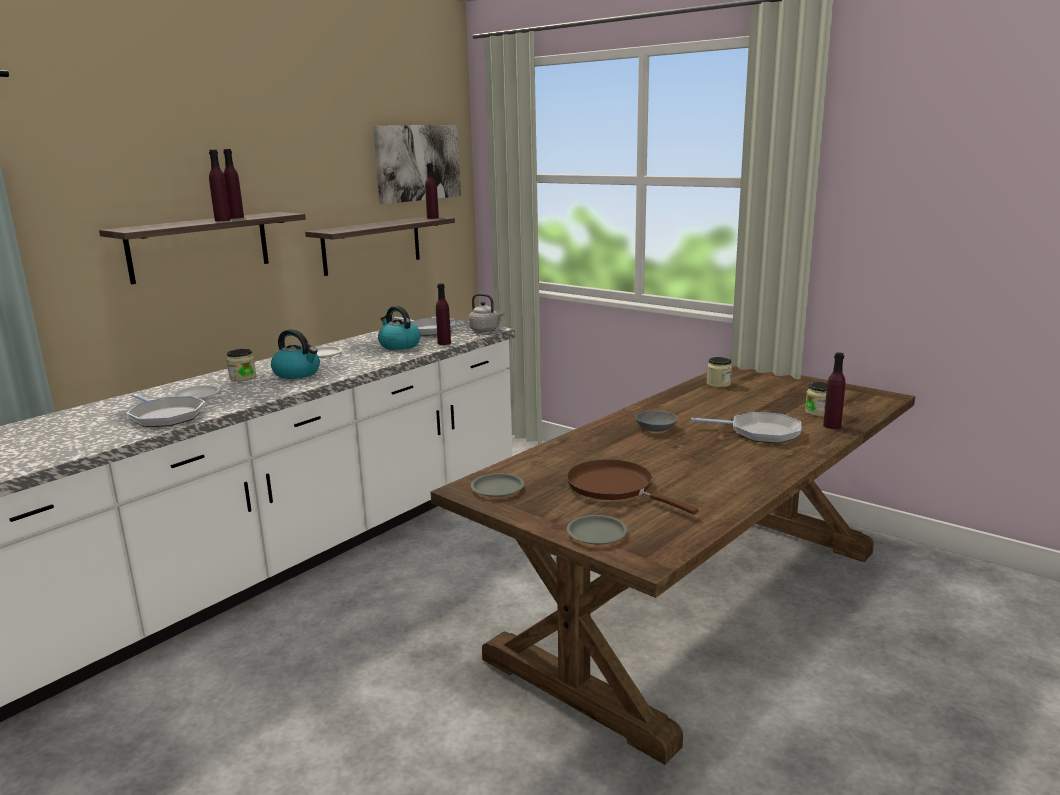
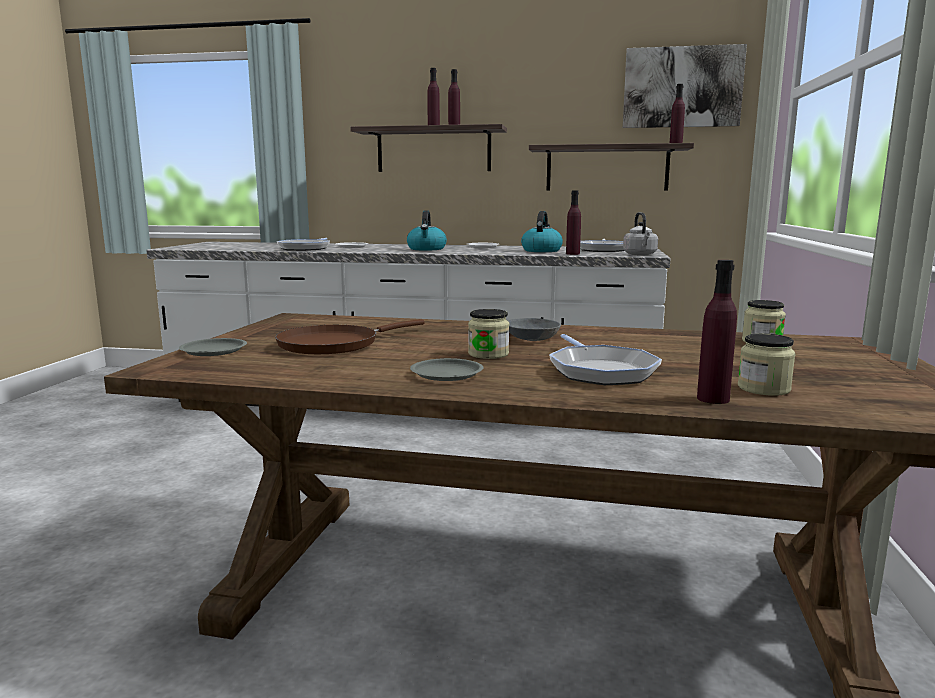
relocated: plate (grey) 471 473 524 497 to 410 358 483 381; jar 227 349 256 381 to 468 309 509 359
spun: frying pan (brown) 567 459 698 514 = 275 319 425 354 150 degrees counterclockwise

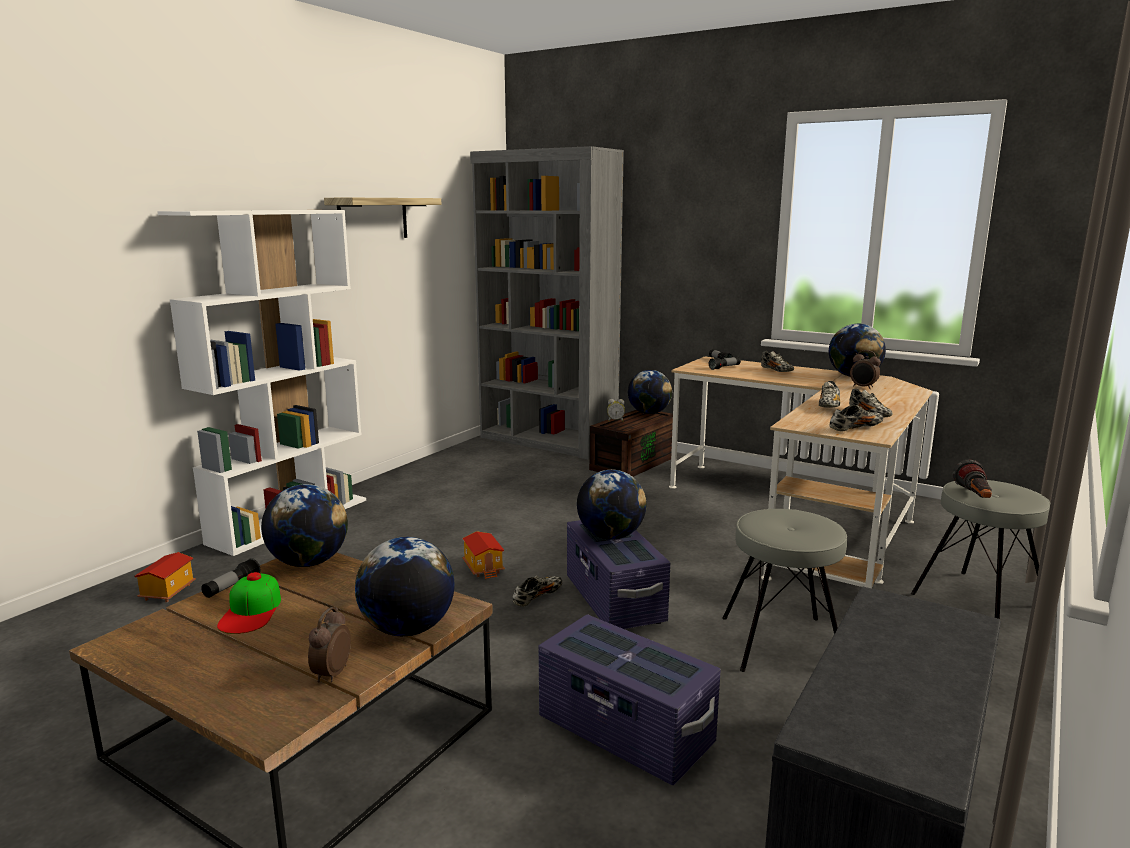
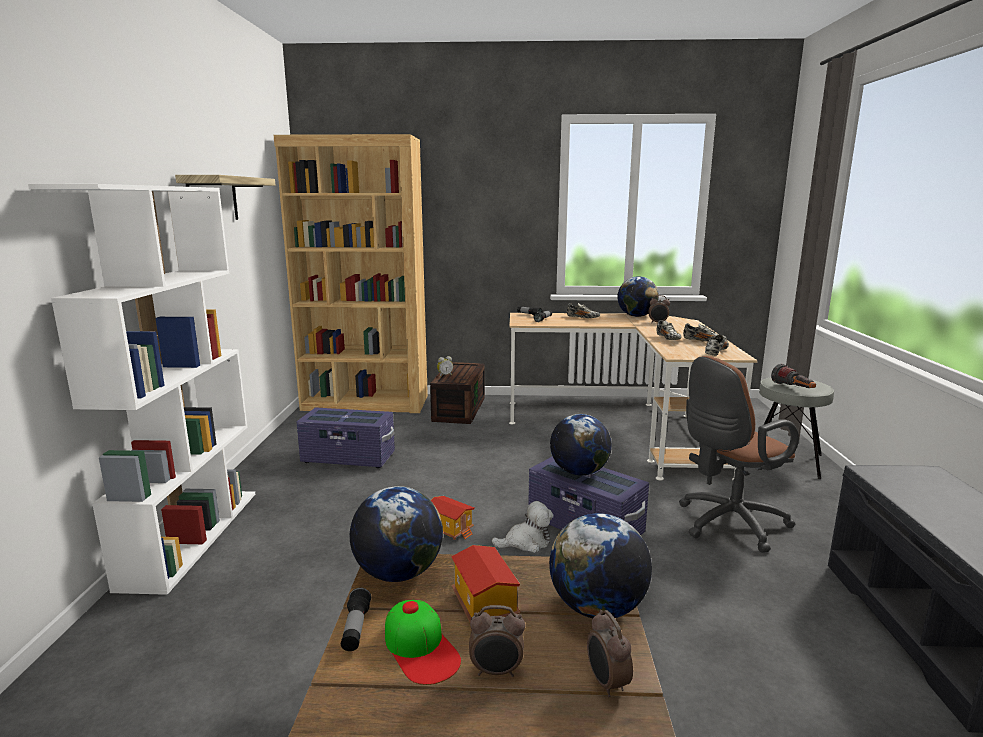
missing: globe 628 370 672 414
appeared: alarm clock 469 605 525 677
relocated: storage box (purple) 538 615 721 785 to 296 407 395 468; toy house 135 552 196 602 to 451 545 520 622
exchanged: shoe 512 576 563 607 to plush toy 492 501 554 553; stool (grey) 722 509 847 672 to office chair (brown) 679 356 799 553
colour: bookcase (grey) 470 146 624 460 to bookcase (brown) 274 134 428 413

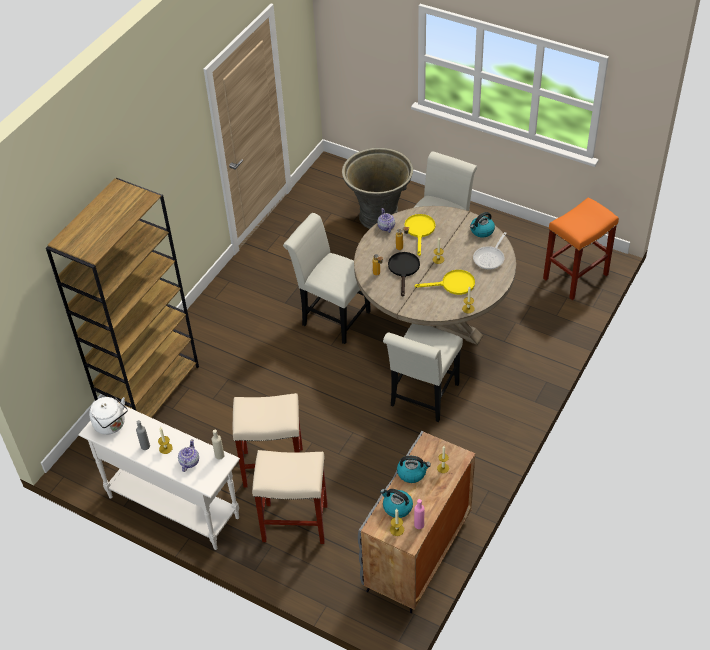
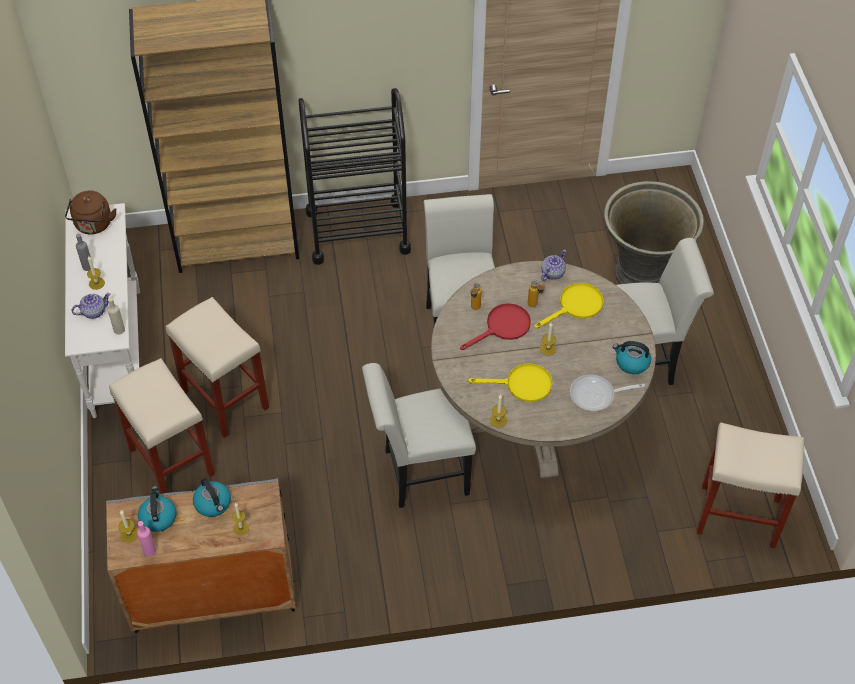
appeared: cart (black) 298 88 411 265
colour: kettle (white) 89 397 128 435 to kettle (brown) 65 190 116 235; frying pan (black) 388 252 420 297 to frying pan (red) 460 303 531 350; stool (orange) 543 197 619 300 to stool (beige) 697 423 804 549
spun: frying pan (yellow) 414 270 475 295 = 468 363 553 402 45 degrees counterclockwise

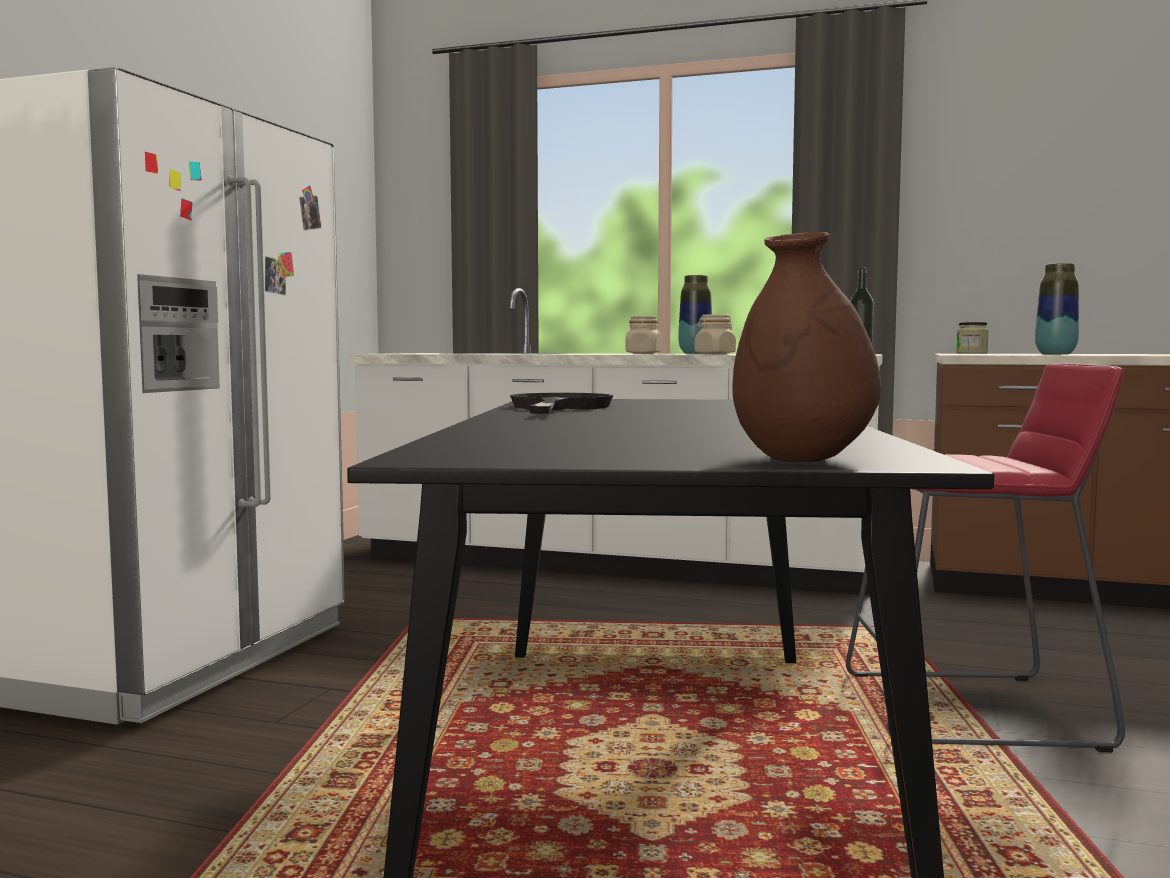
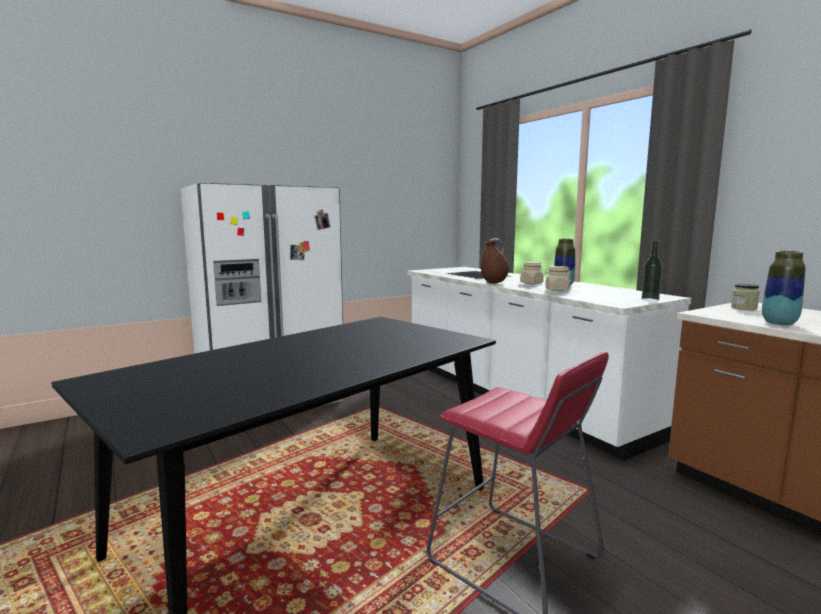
missing: frying pan (black) 510 393 613 414
relocated: vase (brown) 732 232 881 462 to 481 240 509 284

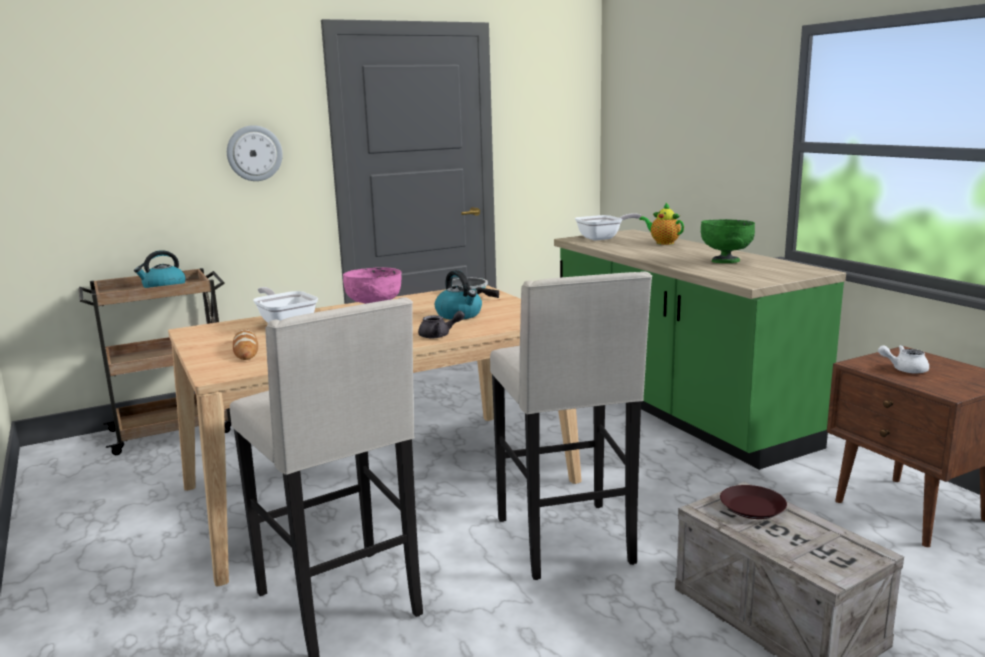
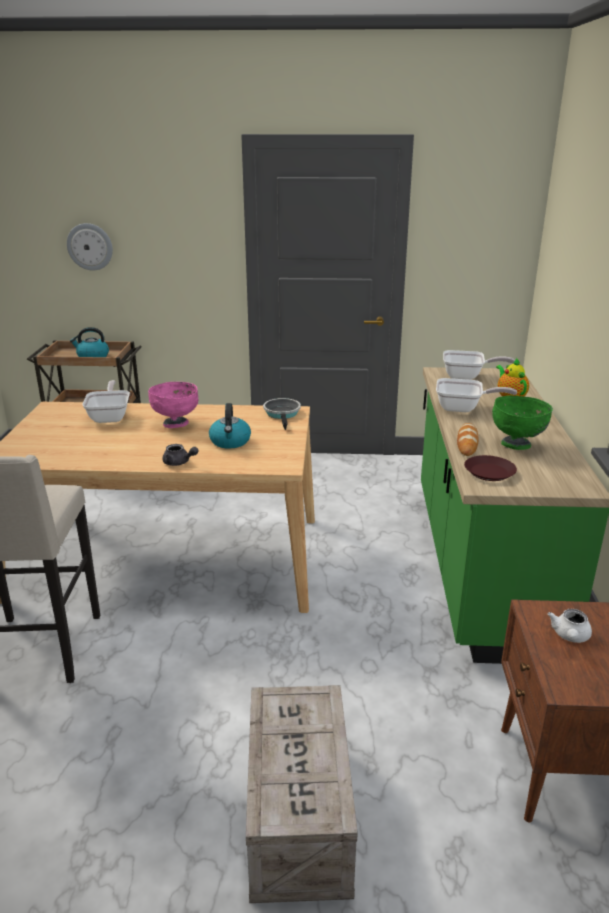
missing: stool (beige) 490 271 652 580
appeared: frying pan 436 378 517 412
relocated: wall clock 227 125 283 181 to 67 223 113 271; bread 233 329 258 360 to 457 423 479 456; plate (brown) 720 485 787 519 to 464 455 517 481
spun: teapot (white) 878 345 929 374 = 548 609 592 643 105 degrees counterclockwise

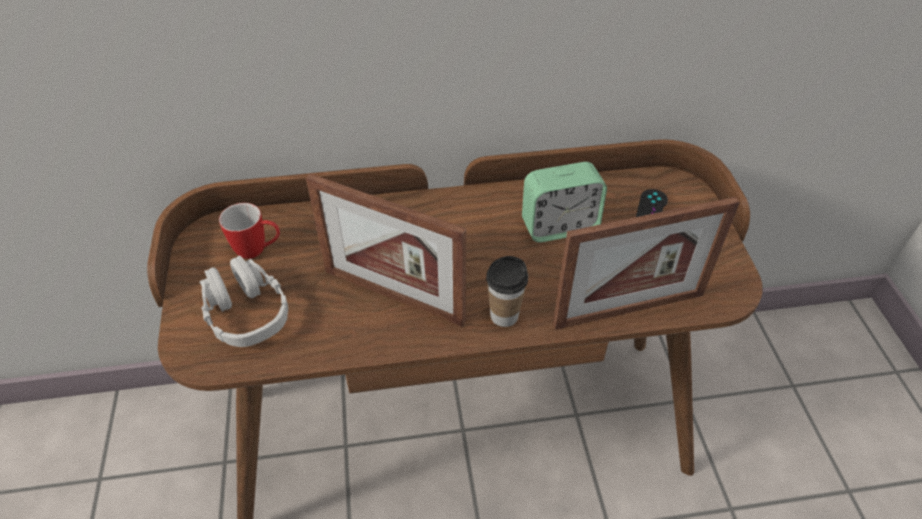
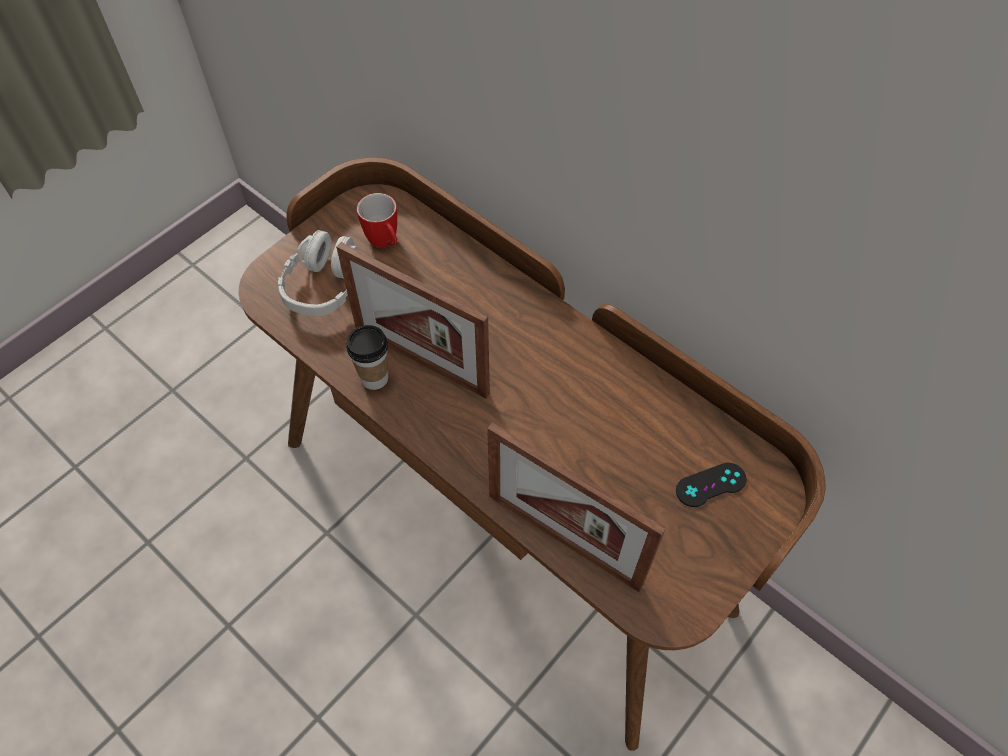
missing: alarm clock 522 162 607 242
relocated: cup 486 256 528 327 to 346 325 388 390
spun: picture frame 306 173 466 327 = 336 242 490 399 45 degrees counterclockwise

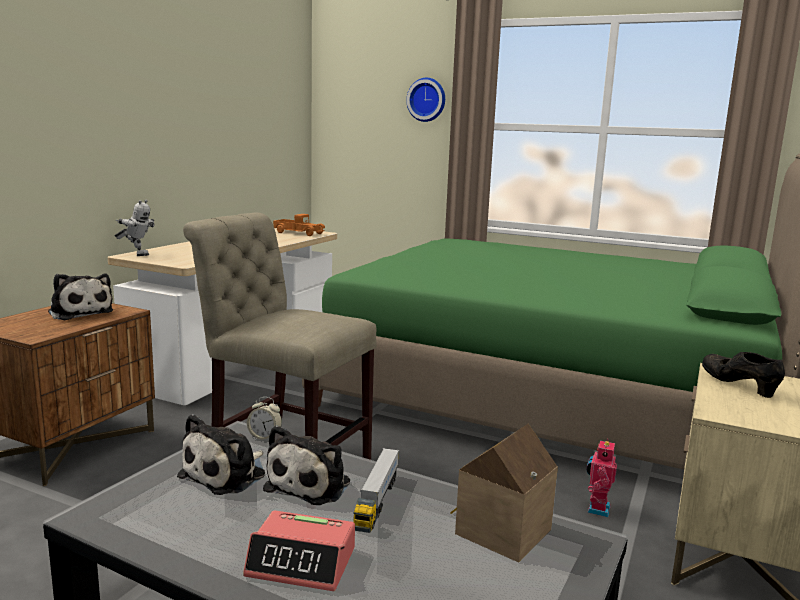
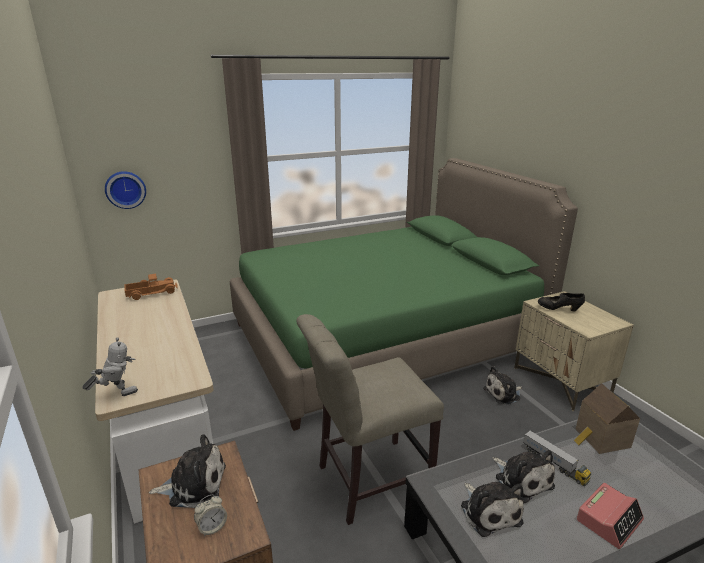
relocated: wall clock 406 78 445 122 to 105 171 146 209; alarm clock 247 397 282 439 to 194 494 227 536
exchanged: toy robot 586 439 617 517 to plush toy 483 366 522 405

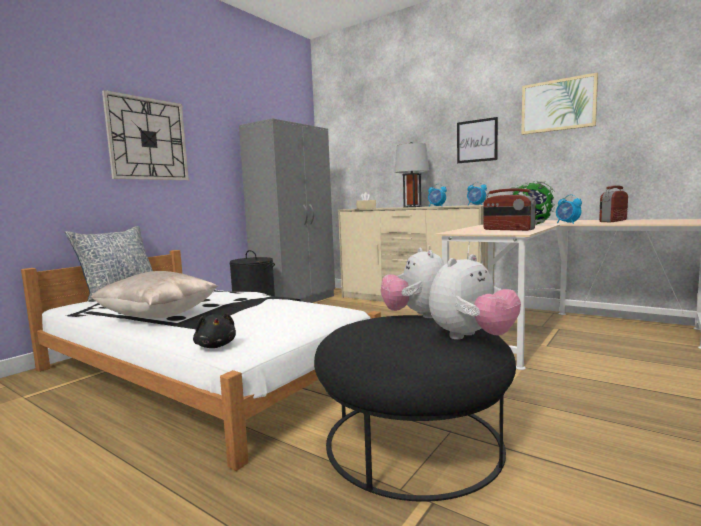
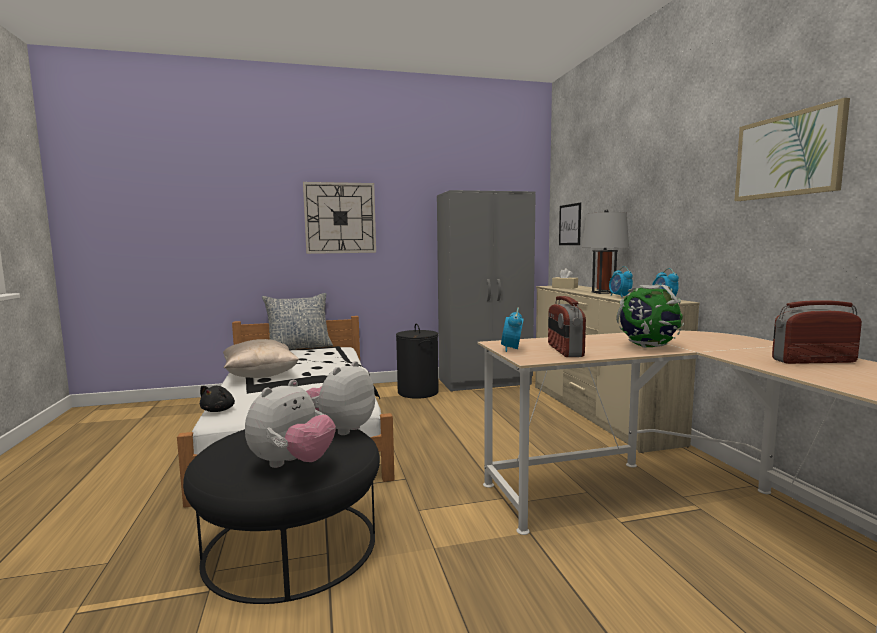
relocated: alarm clock 556 194 582 224 to 501 307 524 352; picture 457 117 498 163 to 559 203 581 245
spun: plush toy 429 254 521 340 = 245 380 336 468 60 degrees counterclockwise

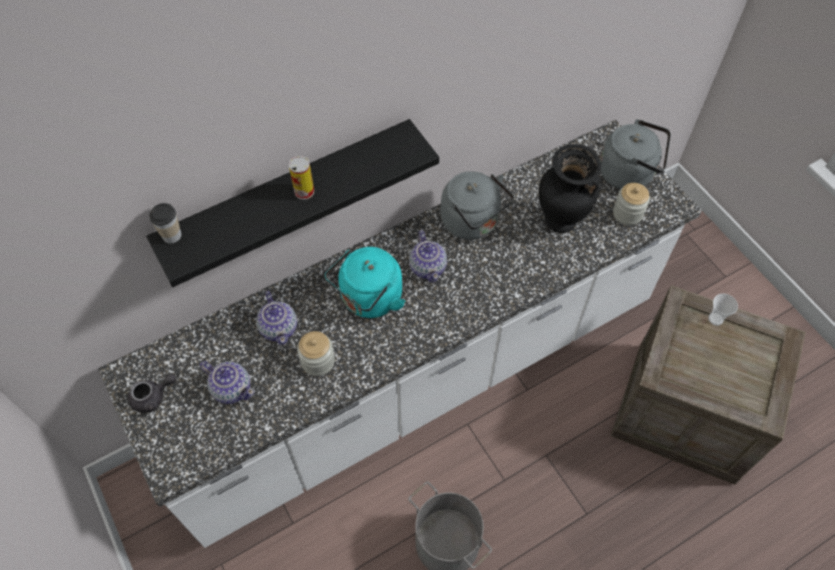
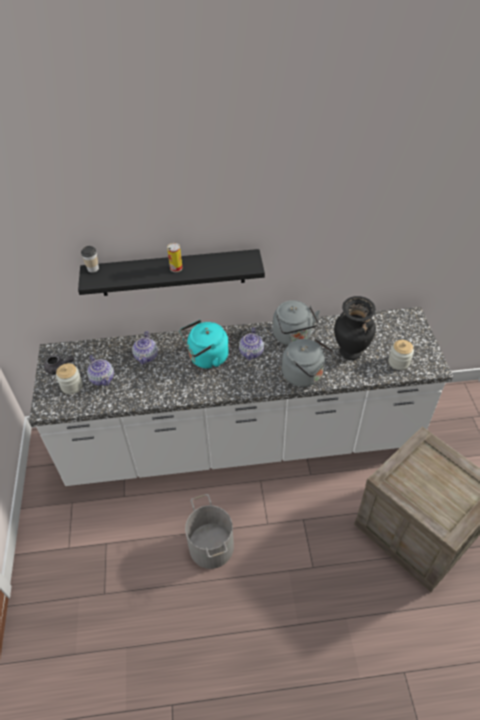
missing: cup 708 294 738 326
relocated: jar 297 331 335 376 to 56 363 83 394; kettle (grey) 600 119 671 189 to 282 338 334 387

